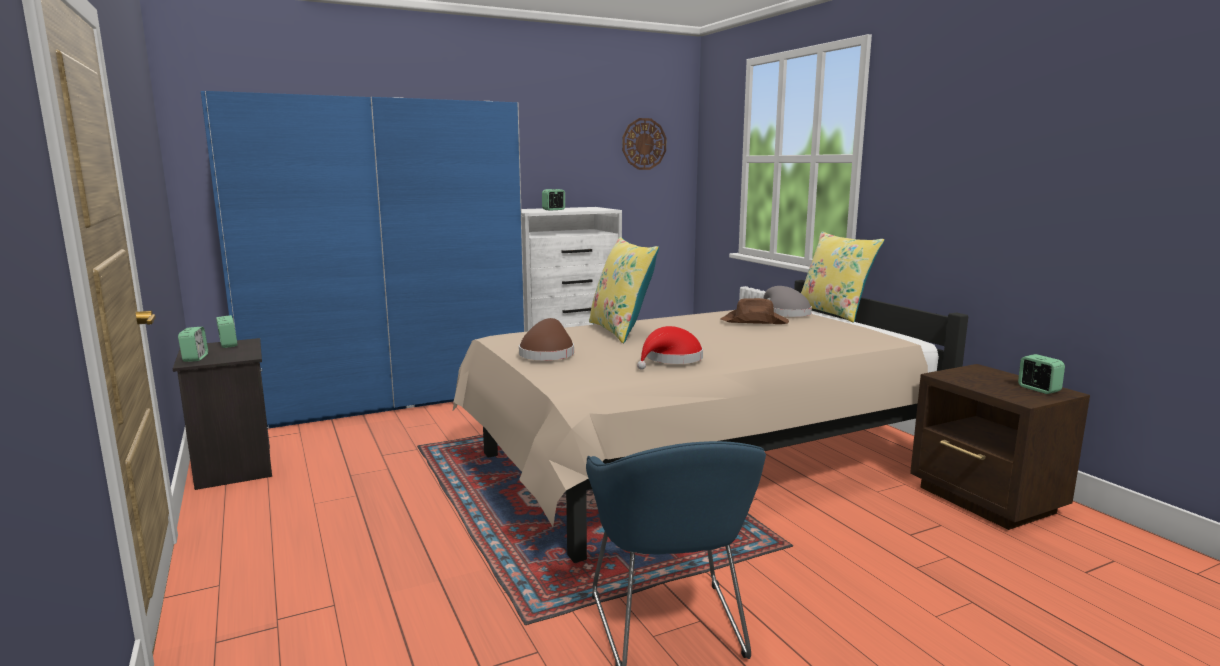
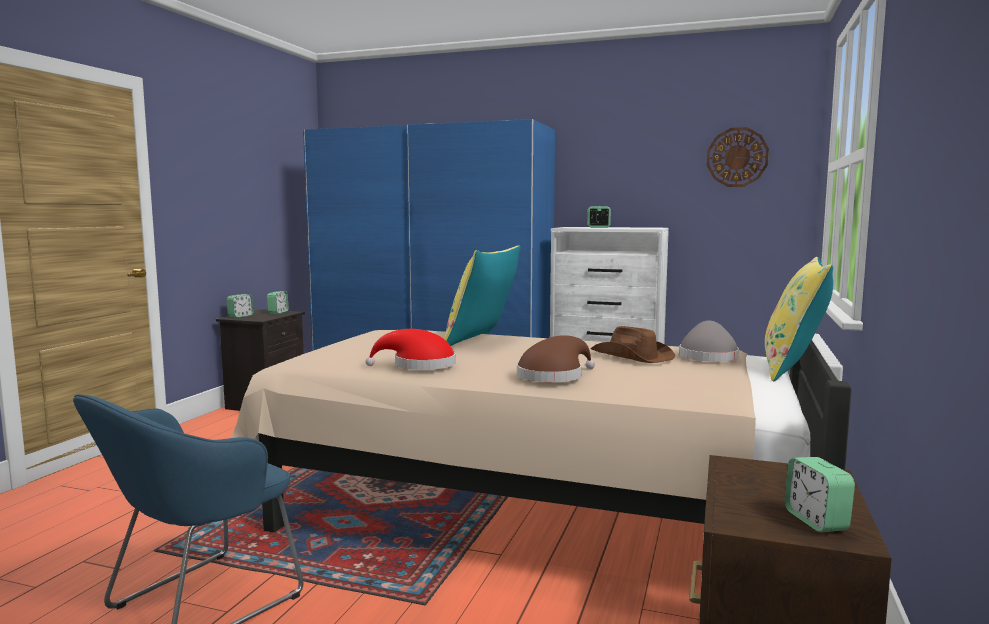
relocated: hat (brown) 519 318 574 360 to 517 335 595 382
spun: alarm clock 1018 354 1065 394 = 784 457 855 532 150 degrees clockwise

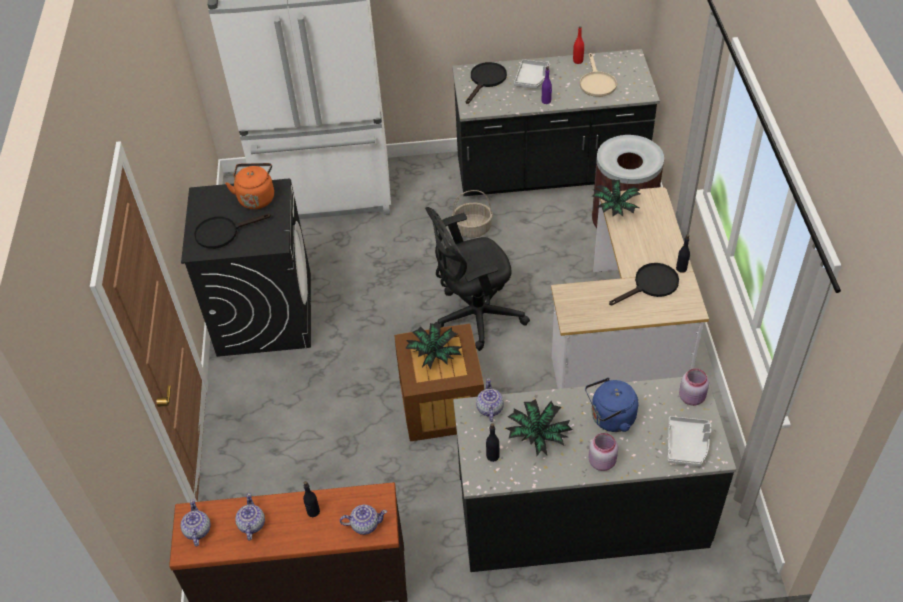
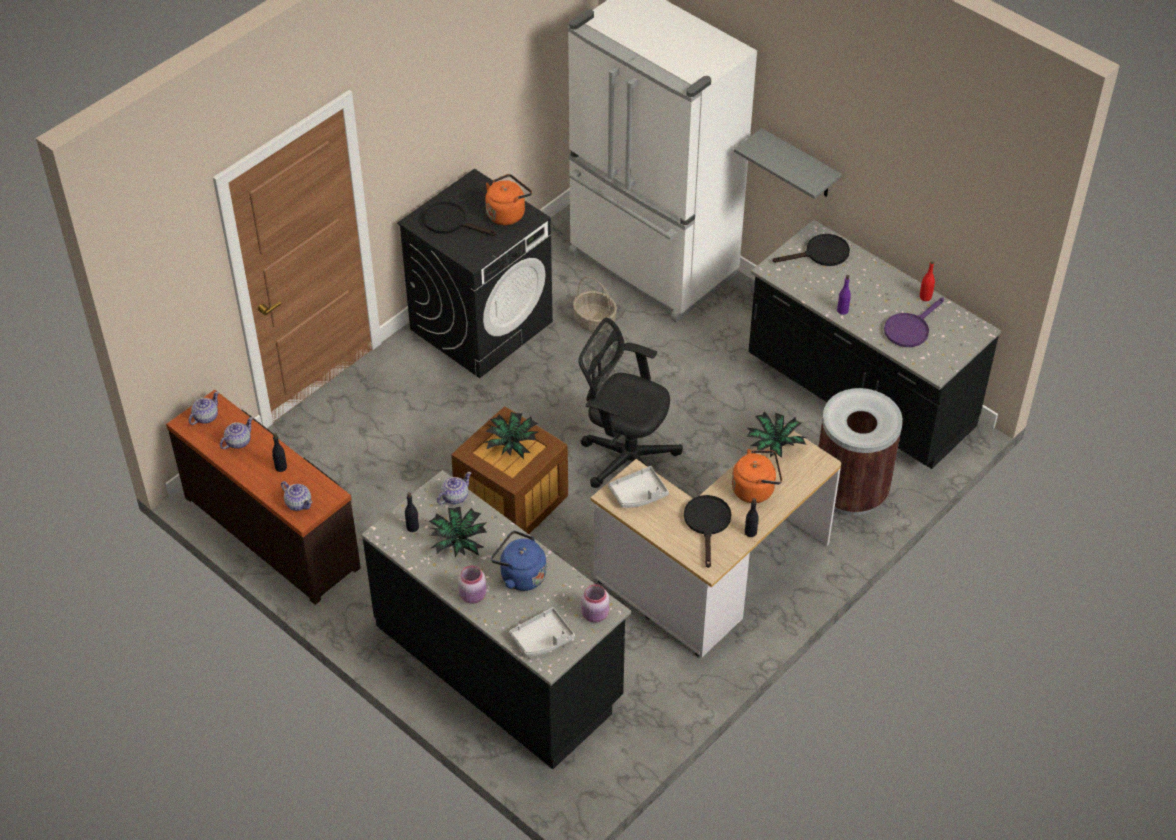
appeared: kettle (orange) 732 449 782 503; shelf (grey) 734 128 842 199
relocated: basket 452 190 493 238 to 573 277 617 333; tray (grey) 514 59 550 89 to 608 466 669 508
colour: frying pan (beige) 580 53 617 97 to frying pan (purple) 884 298 944 347
spun: frying pan (black) 609 263 679 305 = 684 495 731 568 105 degrees counterclockwise

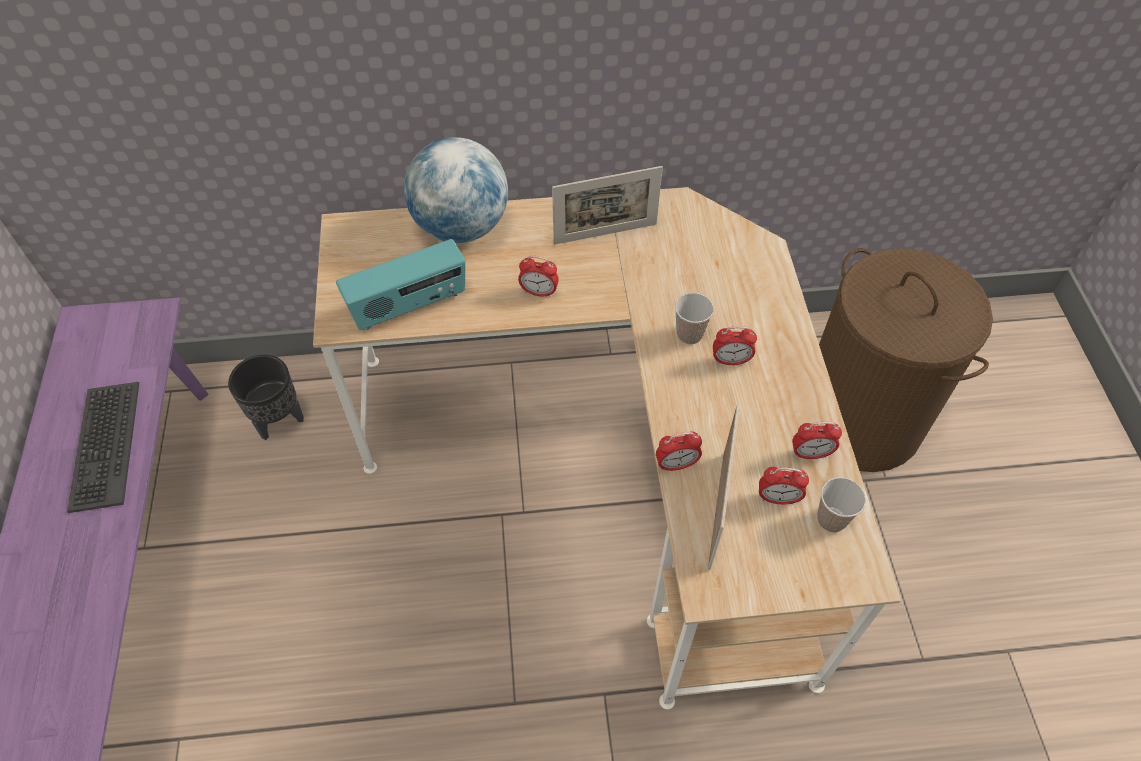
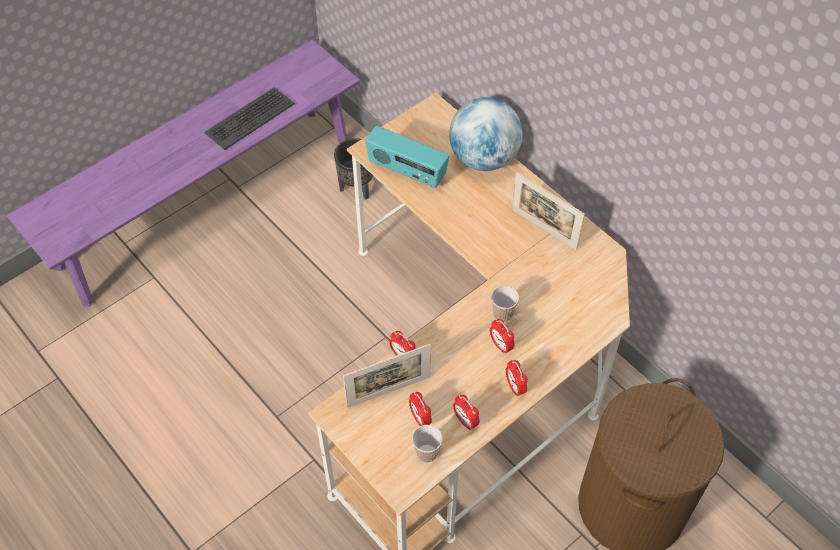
relocated: alarm clock 518 256 559 298 to 506 360 528 397

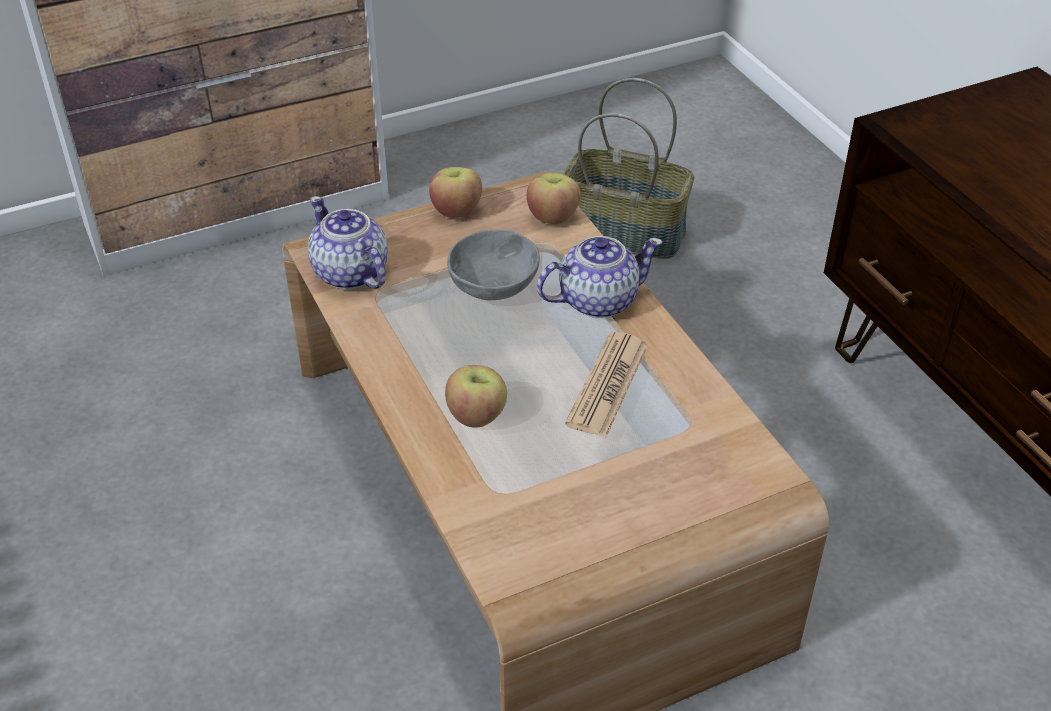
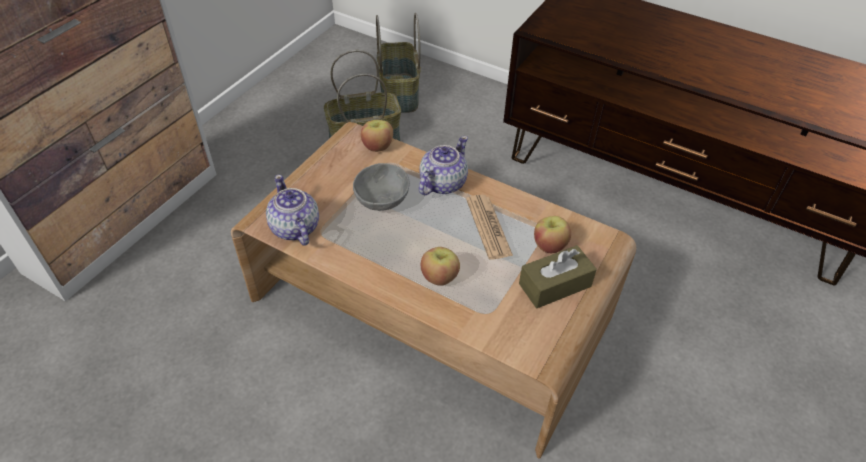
appeared: basket 376 13 421 113; tissue box (brown) 519 245 597 308
relocated: apple 429 167 482 218 to 534 216 571 253
spun: teapot 308 196 388 290 = 266 175 319 246 45 degrees clockwise

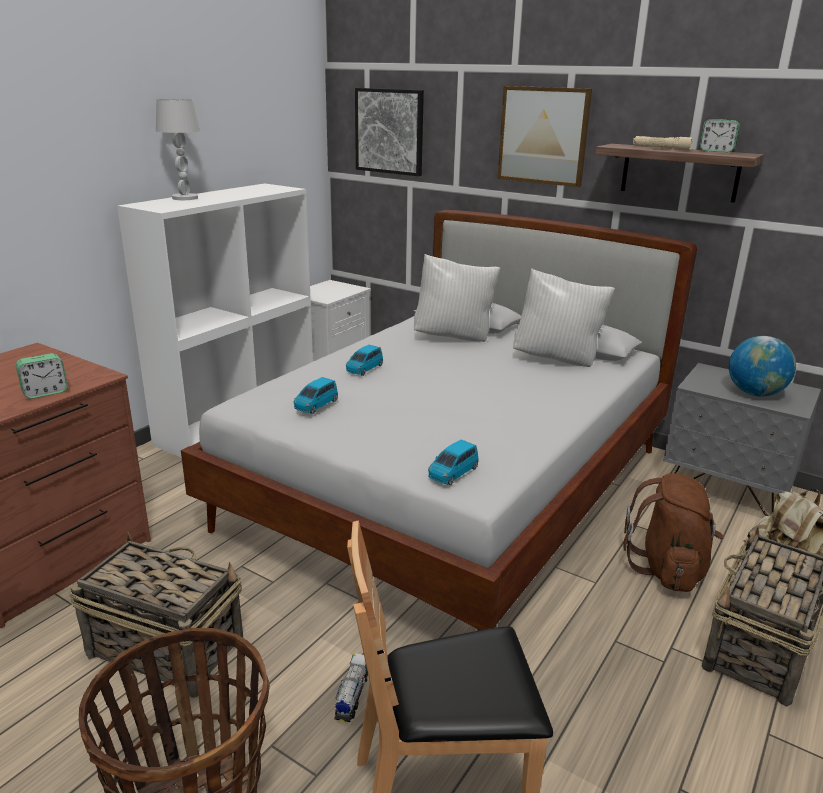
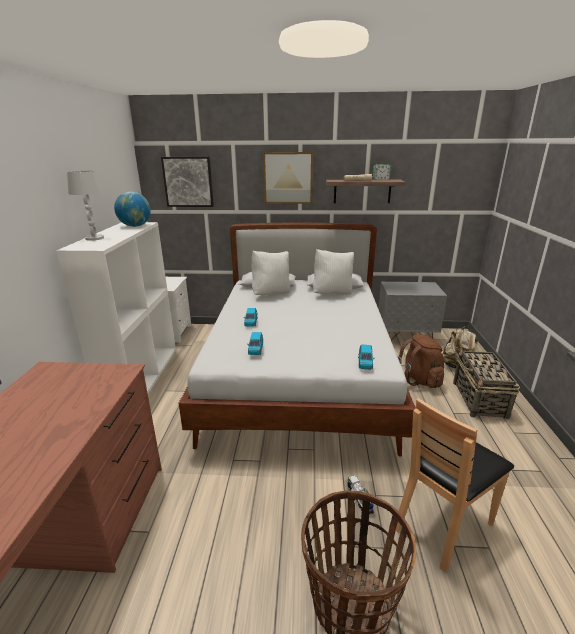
missing: alarm clock 16 353 68 399; basket 70 532 243 698
relocated: globe 729 336 796 397 to 114 192 151 227

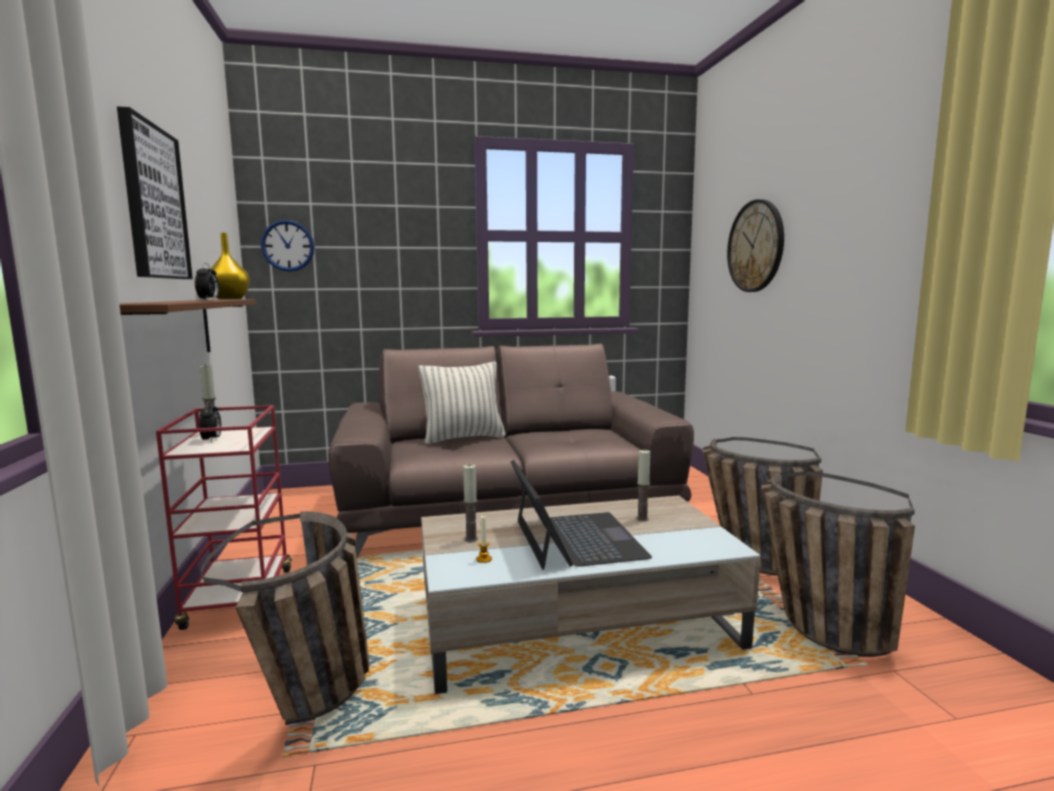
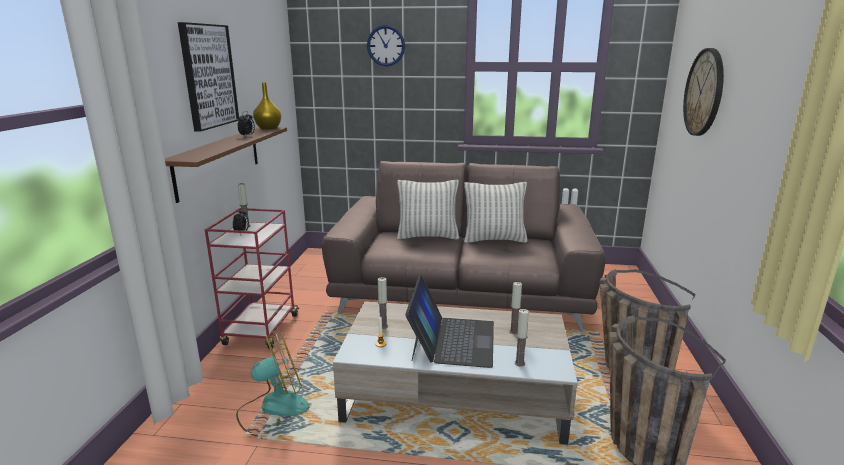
appeared: pillow 464 182 528 243; candle 515 309 529 367
relocated: wall clock 261 220 315 272 to 367 25 405 66
exchanged: basket 201 511 370 725 to fan 236 330 309 437

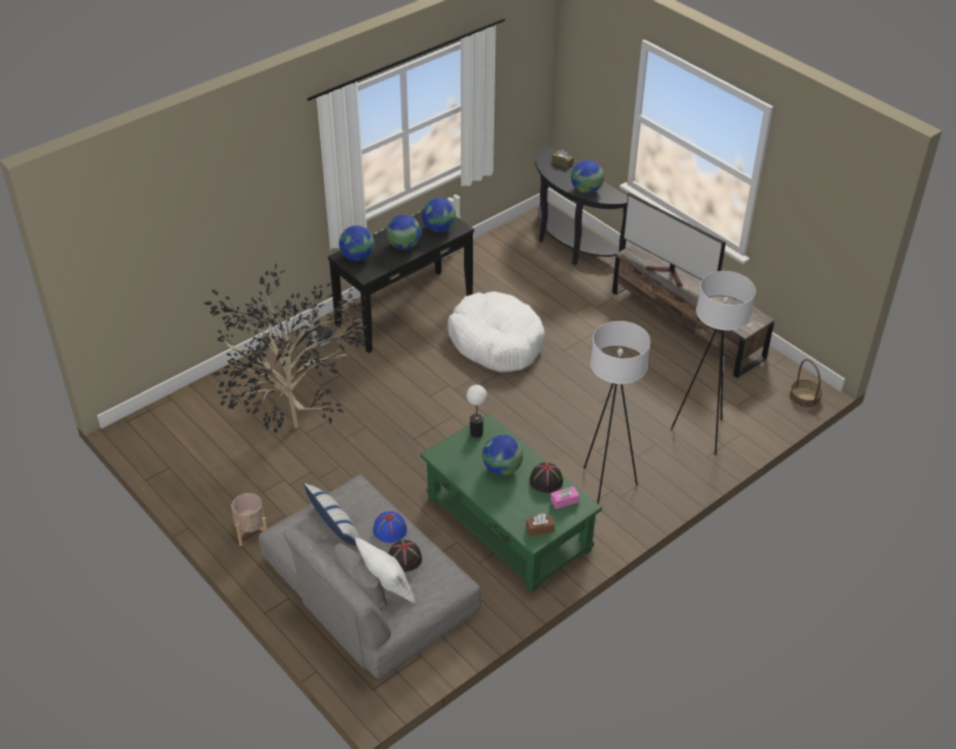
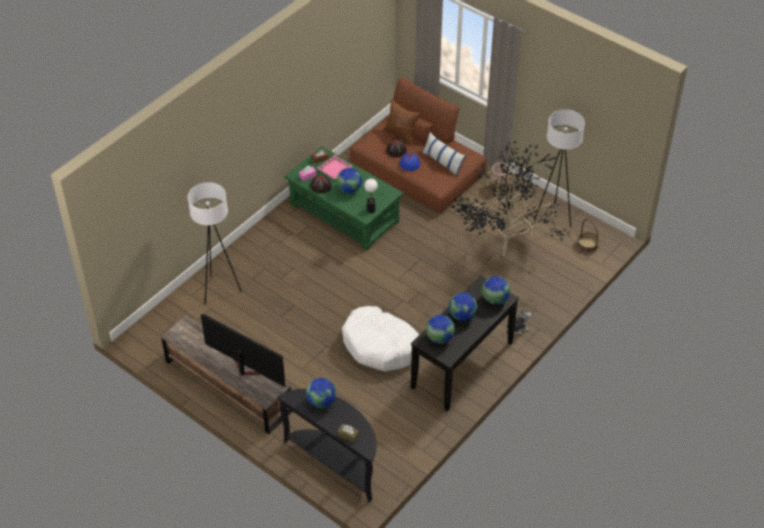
appeared: tray (pink) 317 155 352 180
relocated: floor lamp (white) 584 321 651 504 to 534 109 585 227; basket 789 359 822 408 to 577 219 599 253
colour: sofa (grey) 259 475 481 679 to sofa (brown) 350 77 487 213; pillow (white) 355 537 415 603 to pillow (brown) 383 99 420 146

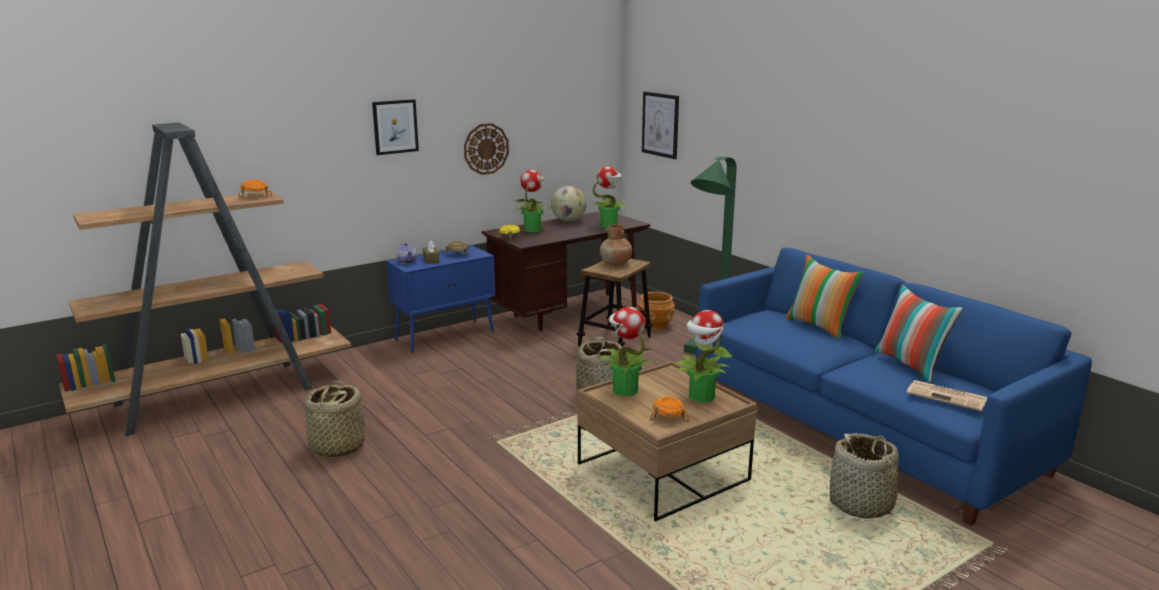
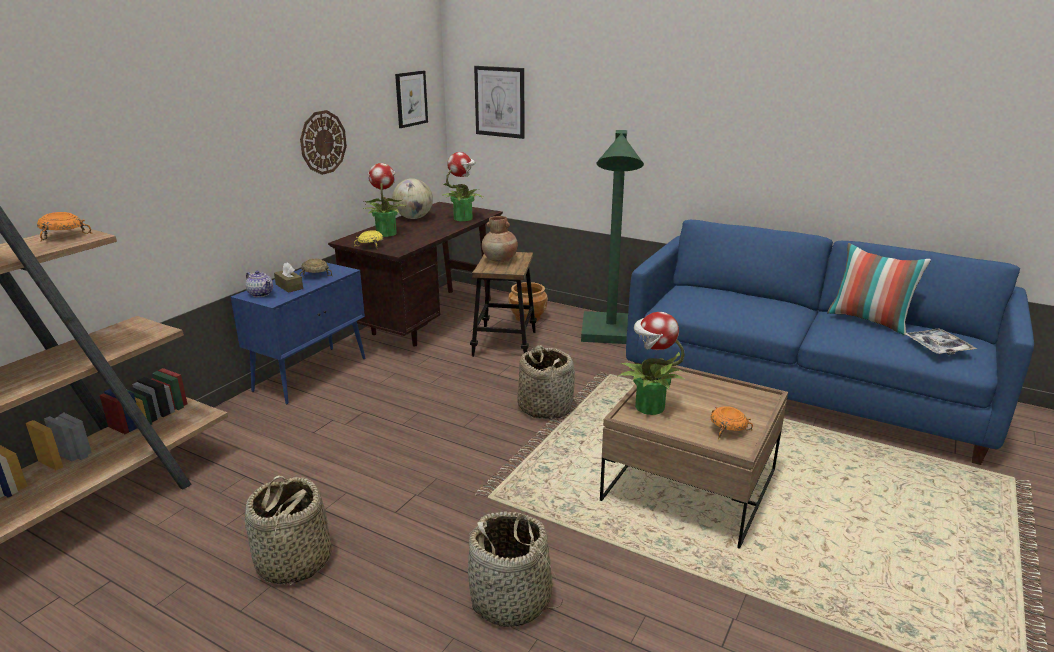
missing: potted plant 674 310 733 403; pillow 786 255 864 339
relocated: picture 372 99 419 155 to 395 70 428 128; basket 830 433 904 518 to 468 511 563 627
exchanged: newspaper 906 380 987 411 to tray 904 328 977 355

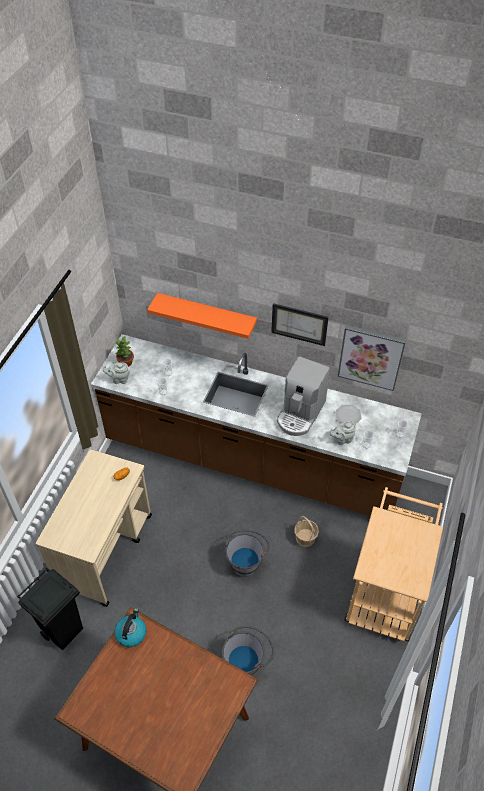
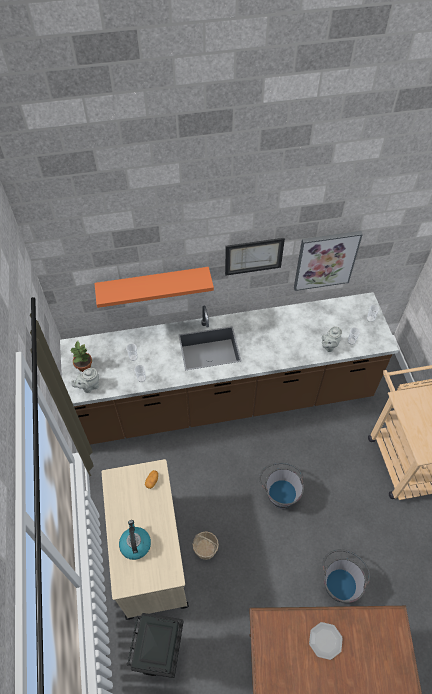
missing: coffee machine 277 356 330 436
relocated: kettle 115 608 146 647 to 119 520 151 560; basket 294 516 319 547 to 193 531 219 560; plate 336 405 361 424 to 309 622 343 660

